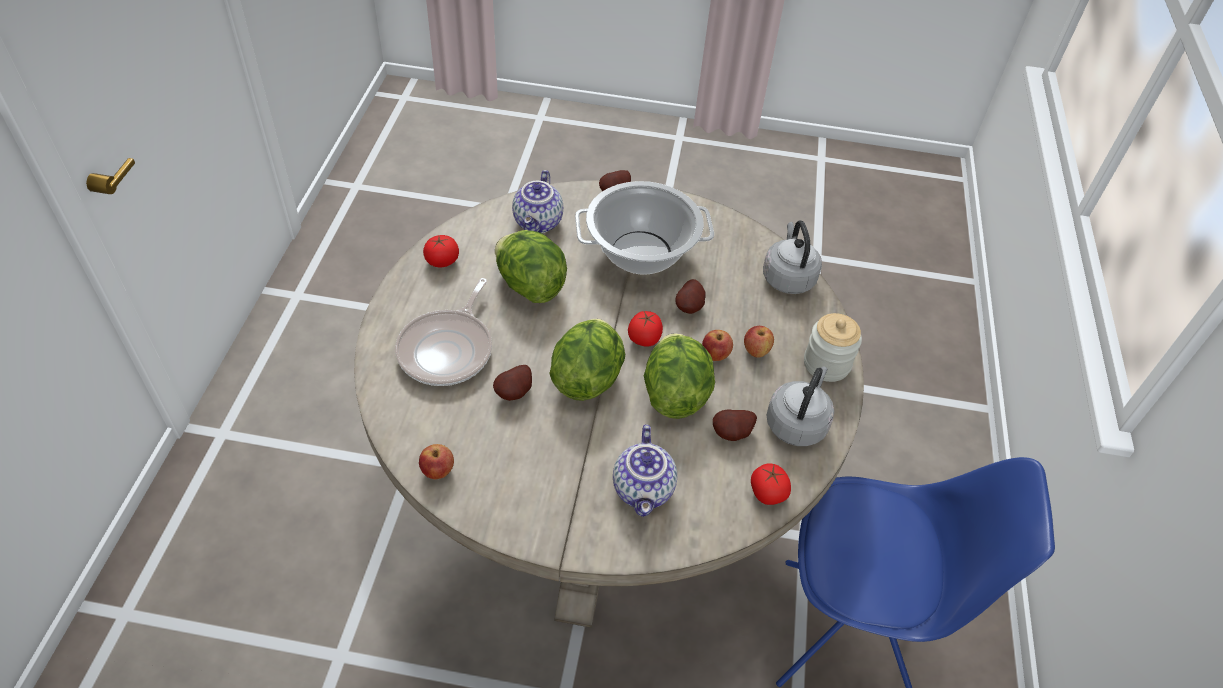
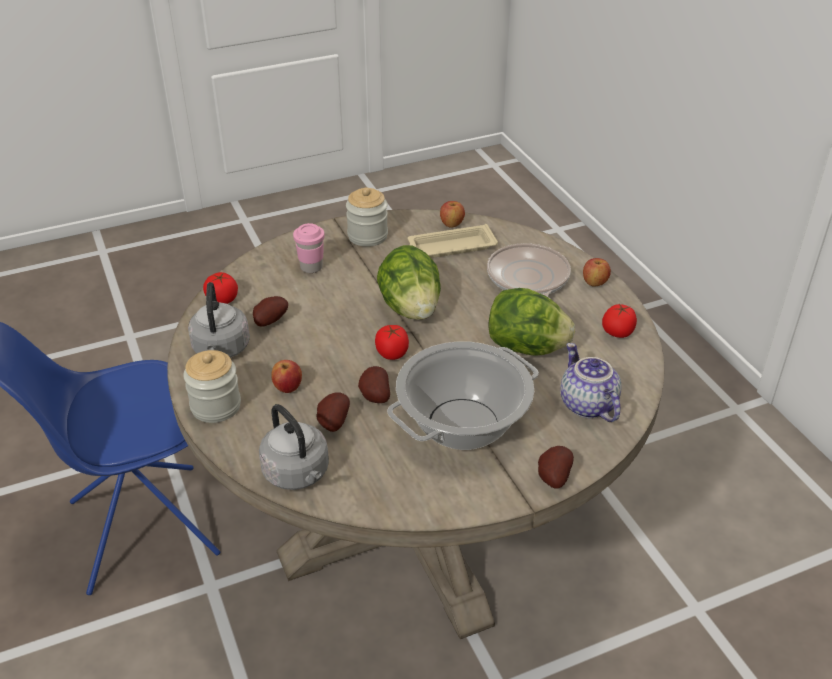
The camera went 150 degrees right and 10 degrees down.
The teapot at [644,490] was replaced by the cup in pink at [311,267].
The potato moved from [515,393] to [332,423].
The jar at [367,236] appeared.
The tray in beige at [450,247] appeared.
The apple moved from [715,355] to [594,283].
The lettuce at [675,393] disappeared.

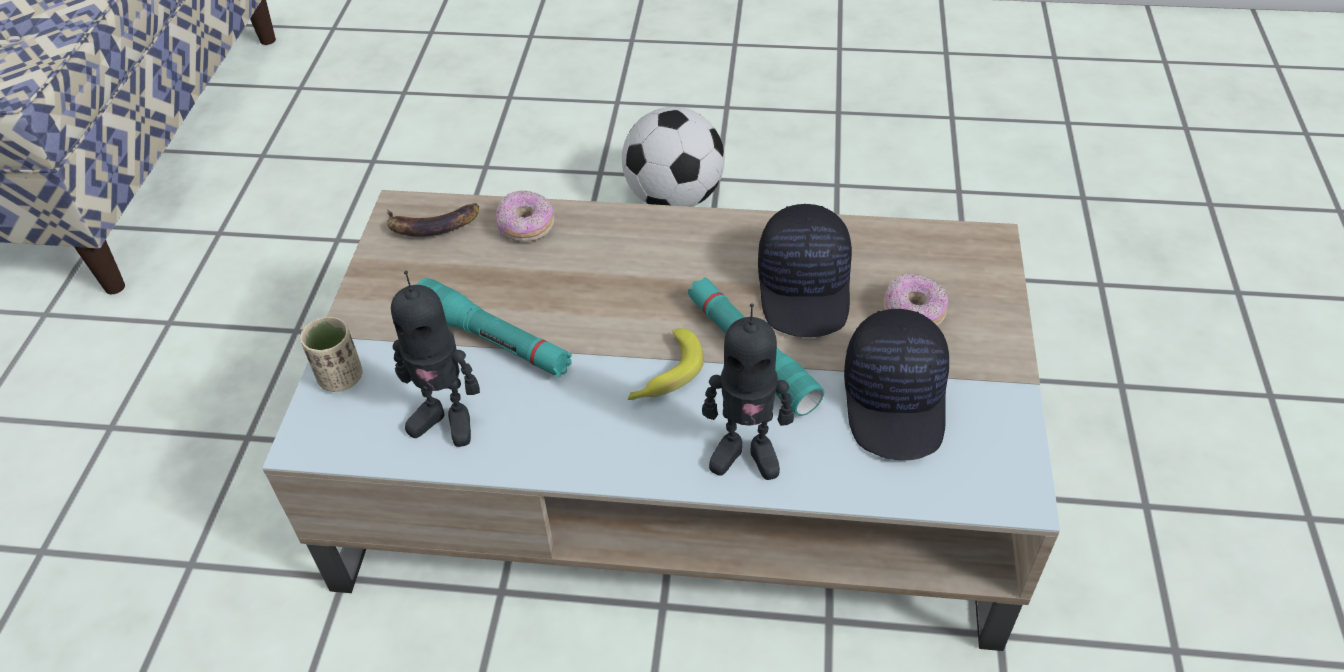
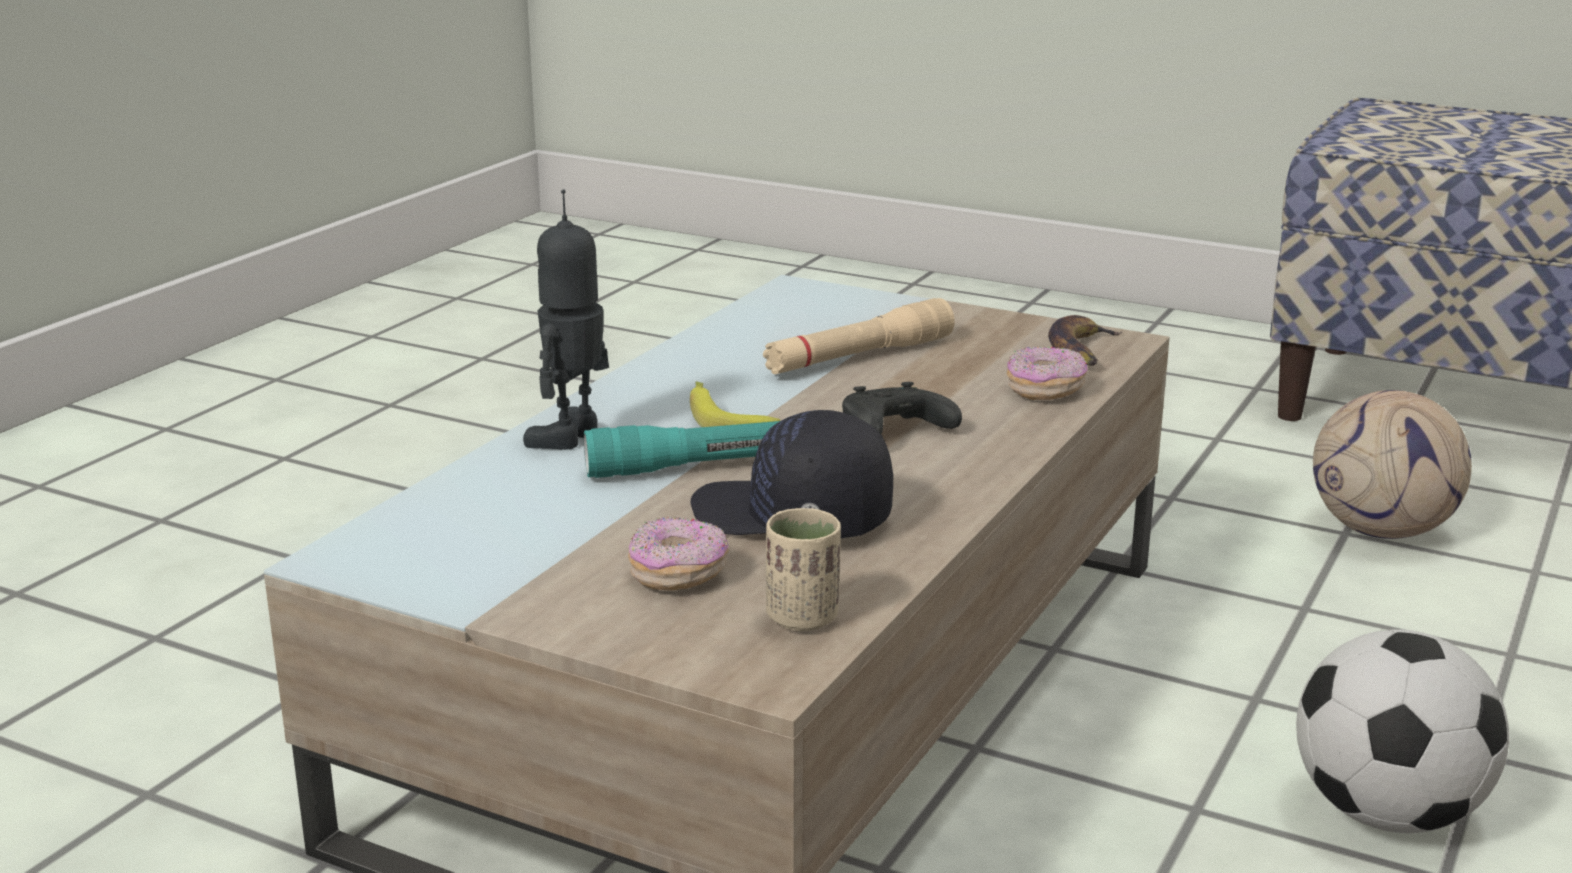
The camera went 110 degrees right and 25 degrees down.
The flashlight in turquoise at [493,340] became the flashlight in beige at [859,357].
The cup in beige moved from [341,377] to [802,618].
The game controller in black at [893,433] appeared.
The football at [1384,531] appeared.
The toy robot at [446,420] disappeared.
The cap in black at [896,401] disappeared.

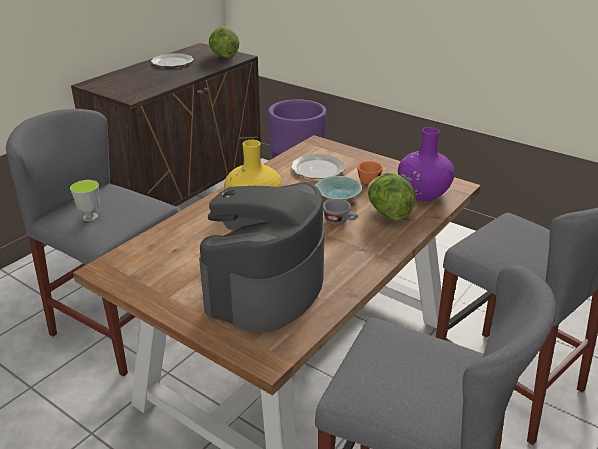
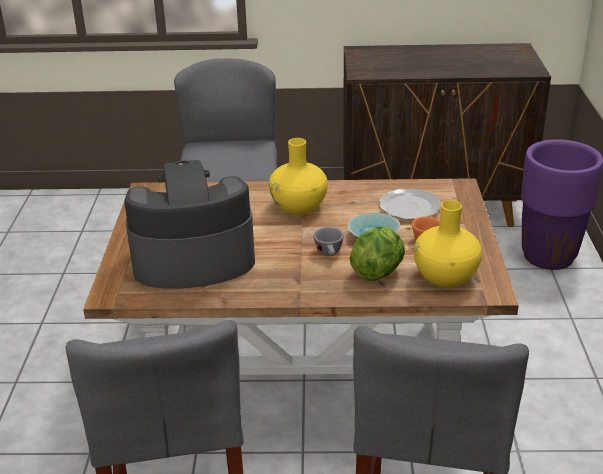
The camera went 55 degrees right and 0 degrees up.
The vase in purple at [423,193] became the vase in yellow at [445,277].
The cup at [90,217] disappeared.
The plate at [172,62] disappeared.
The lettuce at [223,56] disappeared.

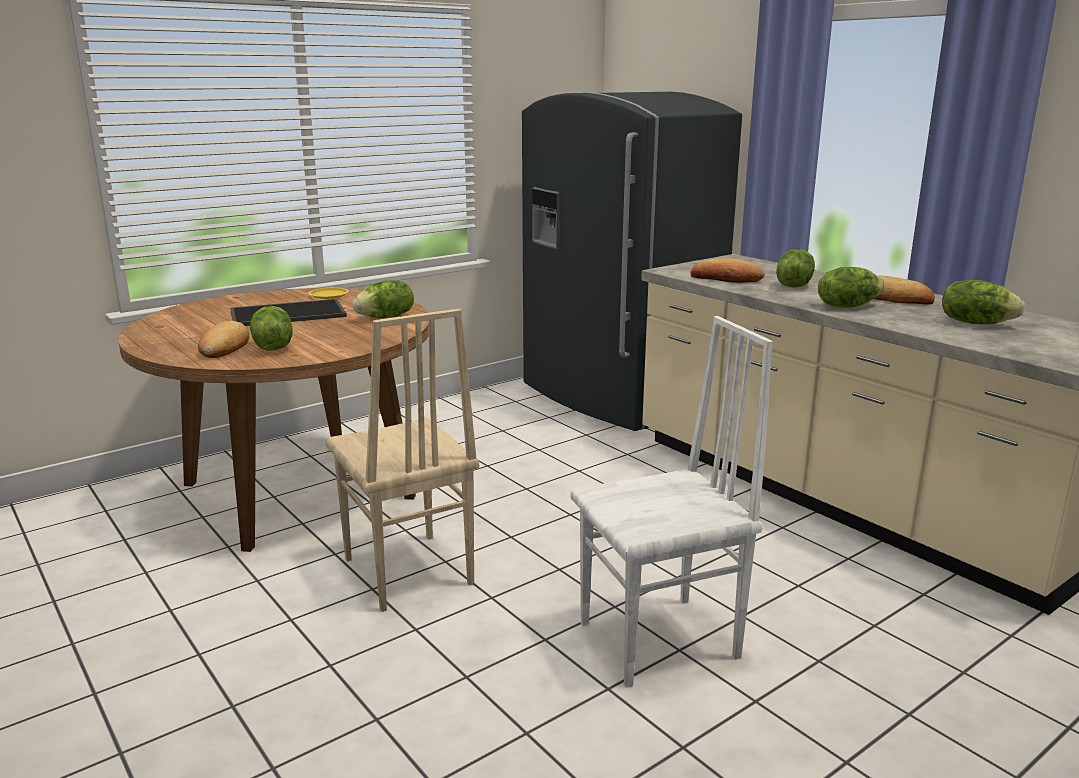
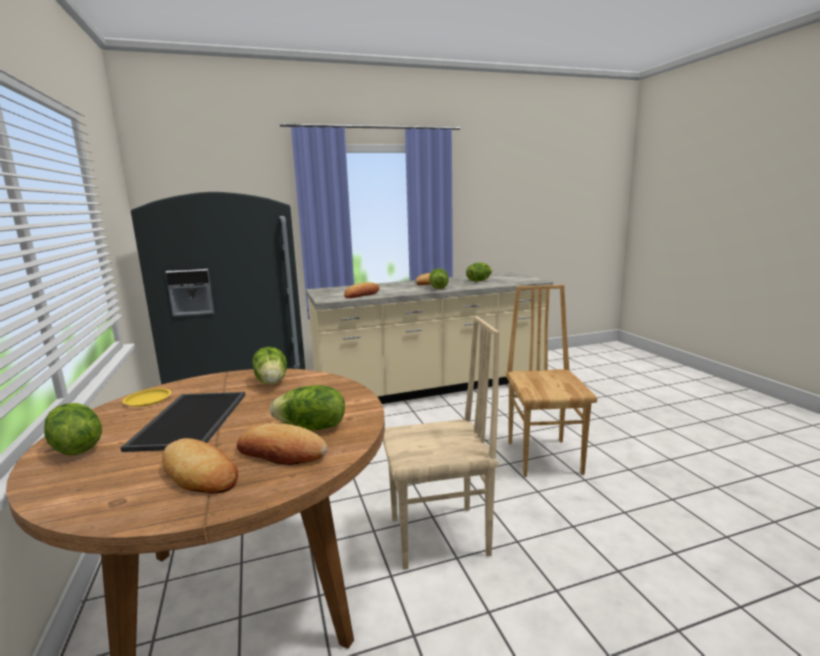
The camera went 70 degrees left and 5 degrees down.
The lettuce moved from [793,285] to [75,448].
The bread at [199,473] appeared.
The chair in white at [661,641] became the chair in brown at [545,457].

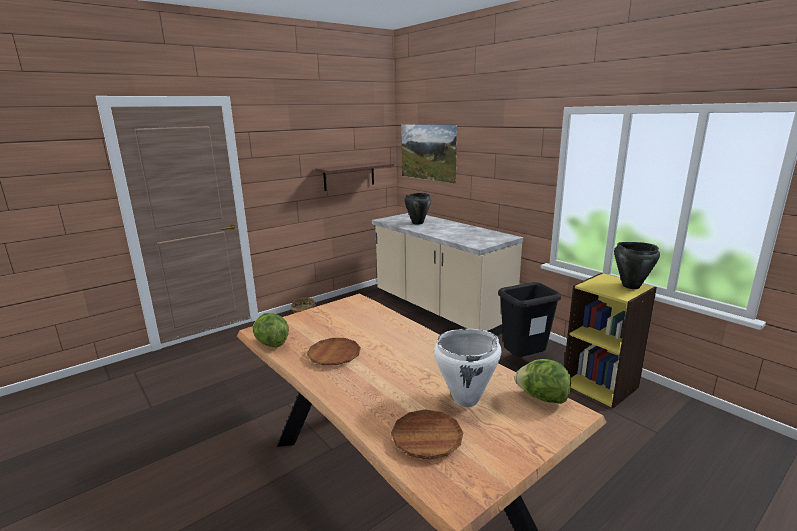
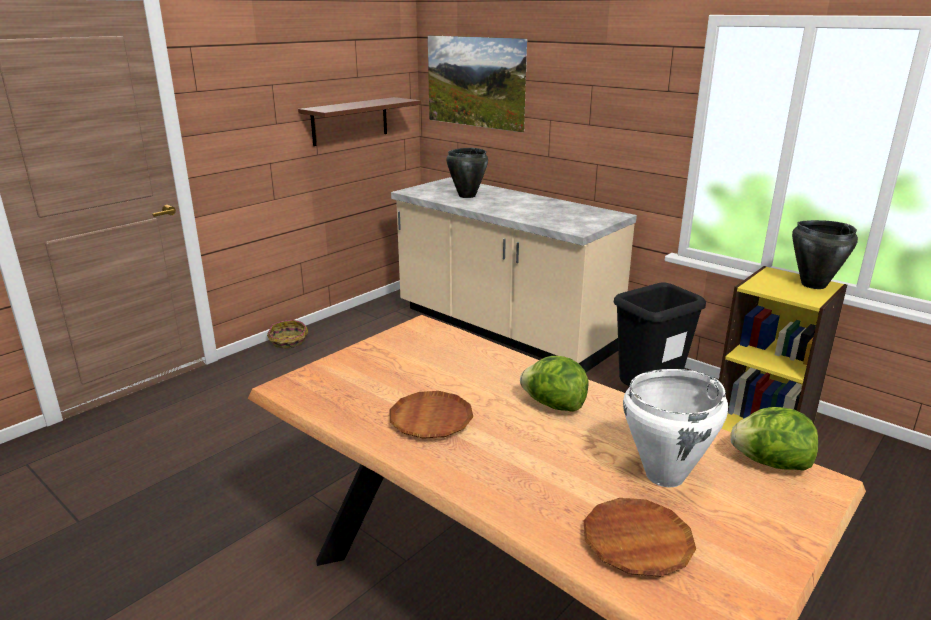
The camera went 10 degrees left and 5 degrees up.
The lettuce moved from [271,343] to [553,405].

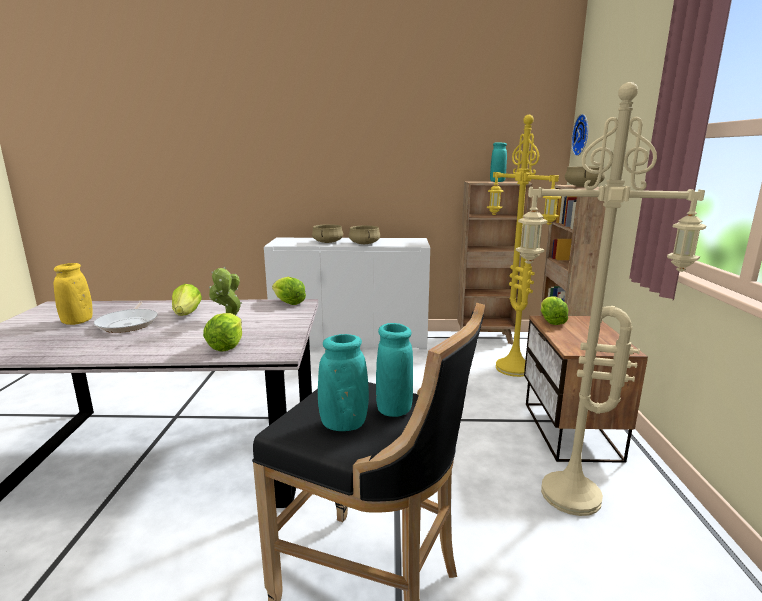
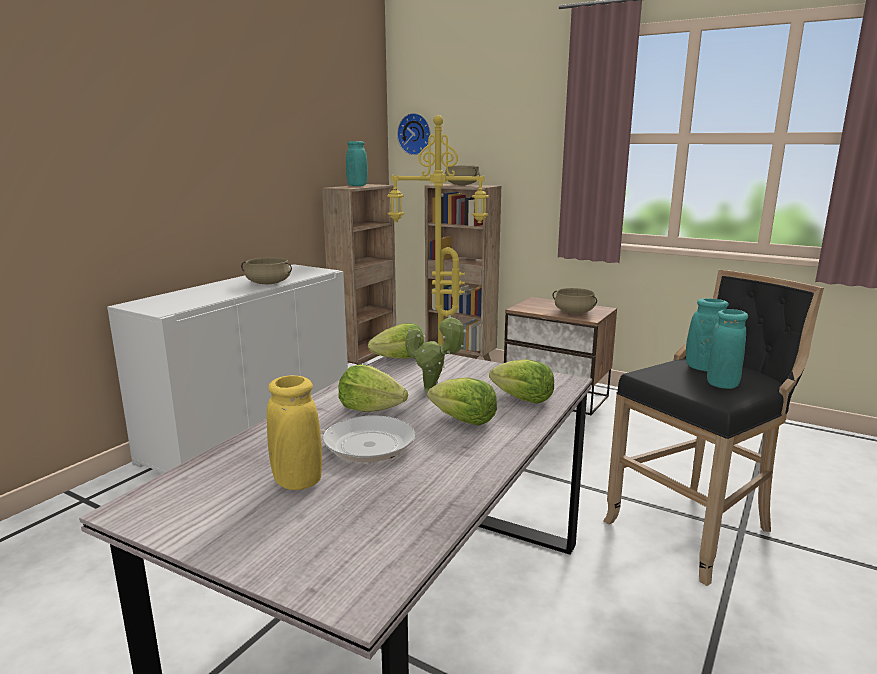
The camera went 60 degrees left and 0 degrees up.
The lettuce moved from [551,321] to [463,420].
The cooking pot in beige moved from [327,242] to [574,312].
The floor lamp in beige at [568,497] disappeared.

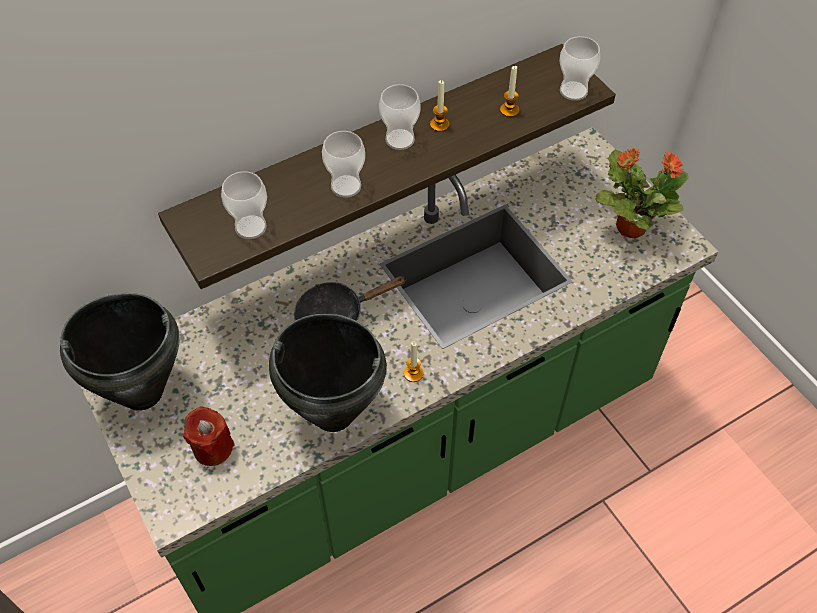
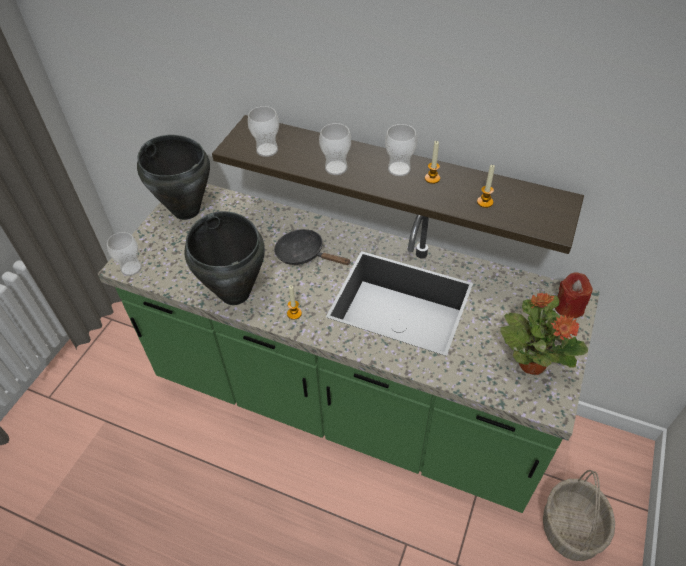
The camera went 55 degrees right and 5 degrees down.
The cup moved from [573,91] to [131,268].
The basket at [571,529] appeared.
The candle in red moved from [212,448] to [568,307].

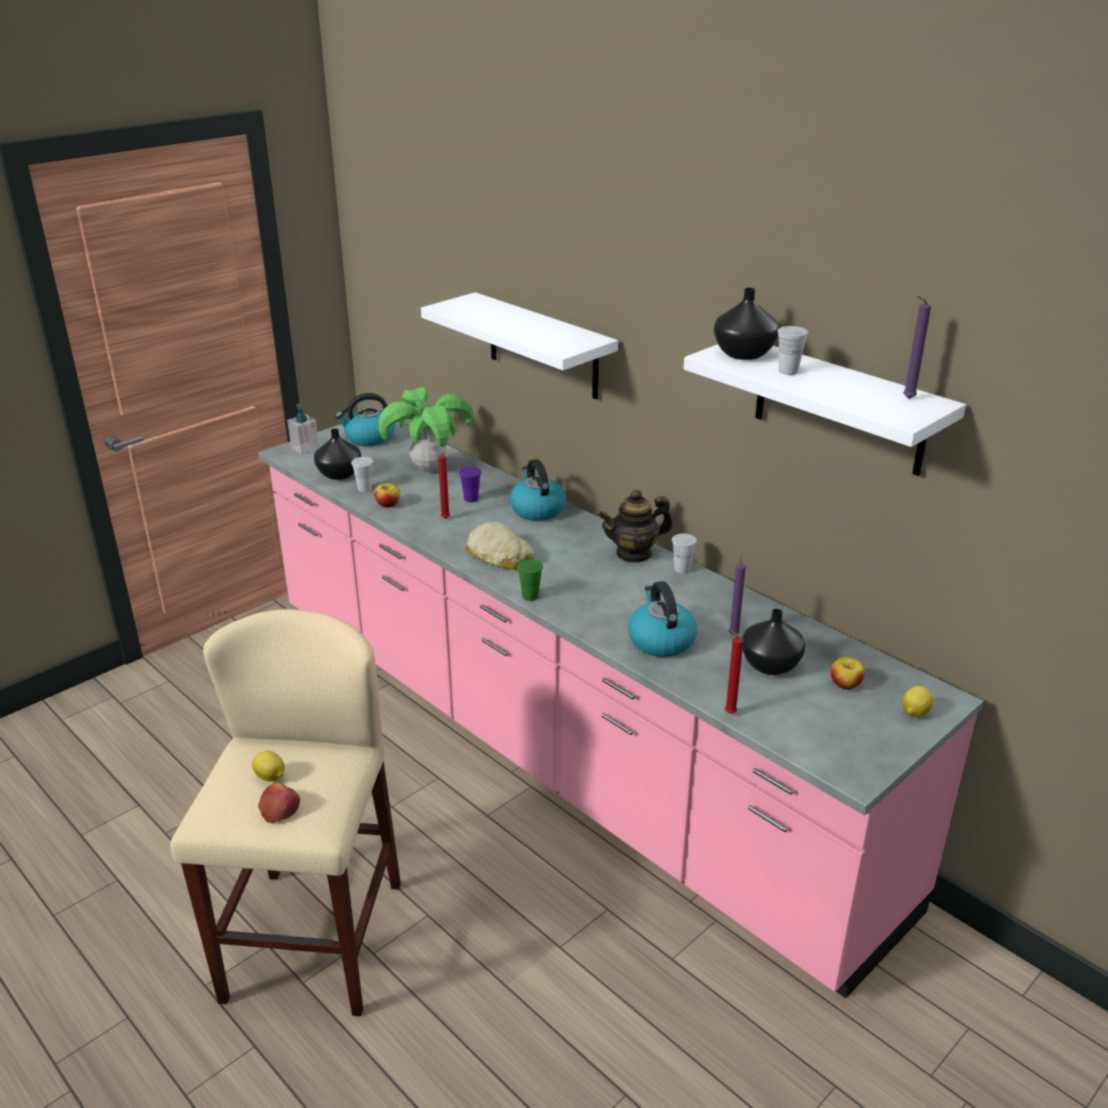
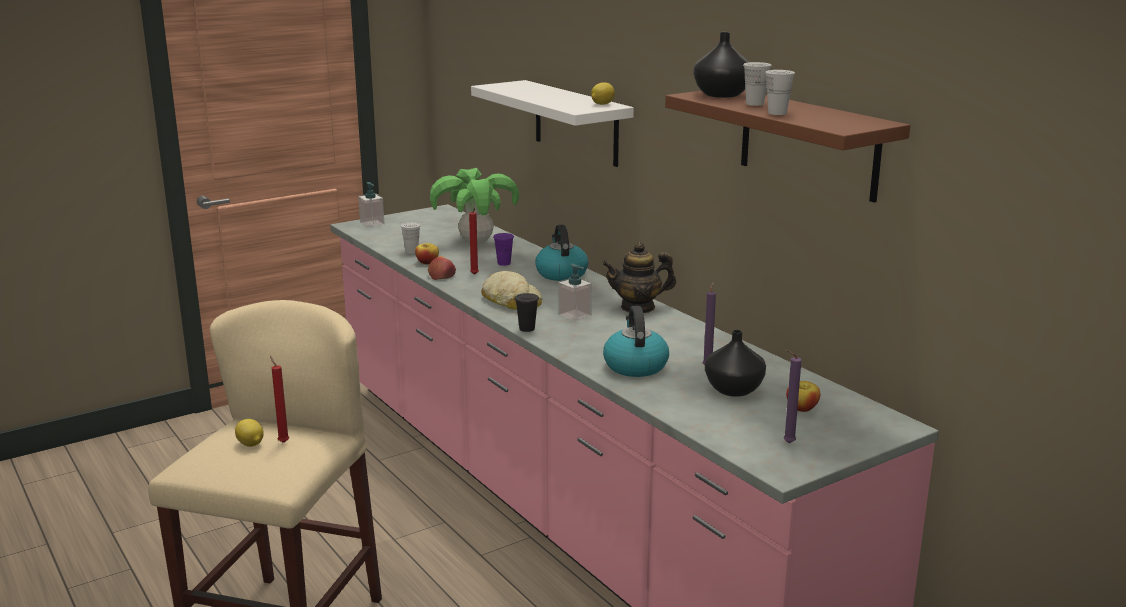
The camera went 10 degrees right and 10 degrees down.
The candle in red moved from [728,712] to [283,442].
The apple moved from [280,808] to [441,275].
The cup in green at [530,596] became the cup in black at [527,328].
The soap dispenser at [575,315] appeared.
The lemon moved from [914,713] to [602,104].
The shelf in white at [839,406] became the shelf in brown at [808,143].
The cup in white moved from [682,569] to [777,113].
The candle in purple moved from [906,399] to [787,443].
The vase in black at [340,474] disappeared.
The kettle at [369,438] disappeared.

